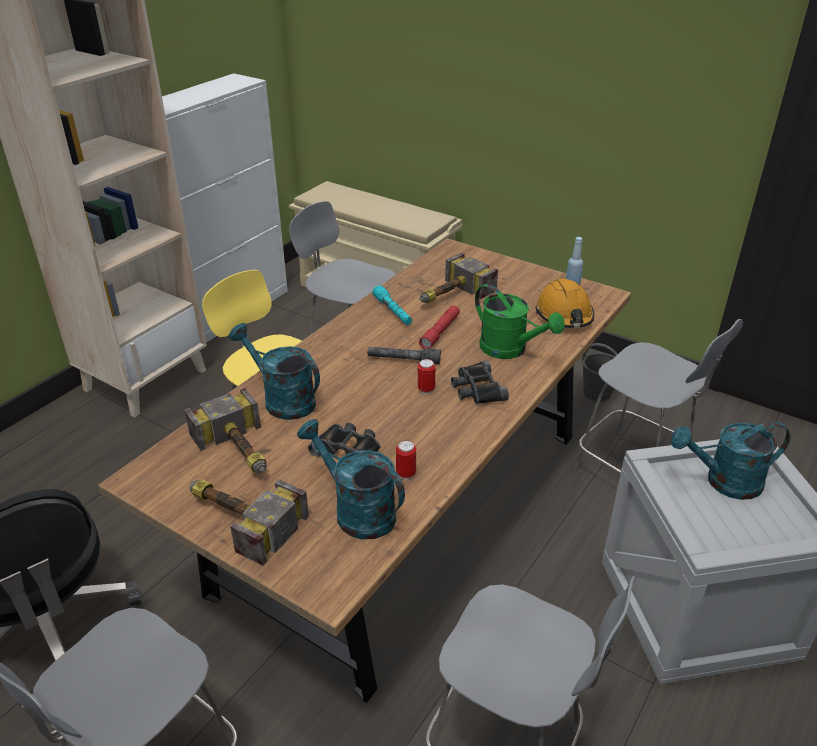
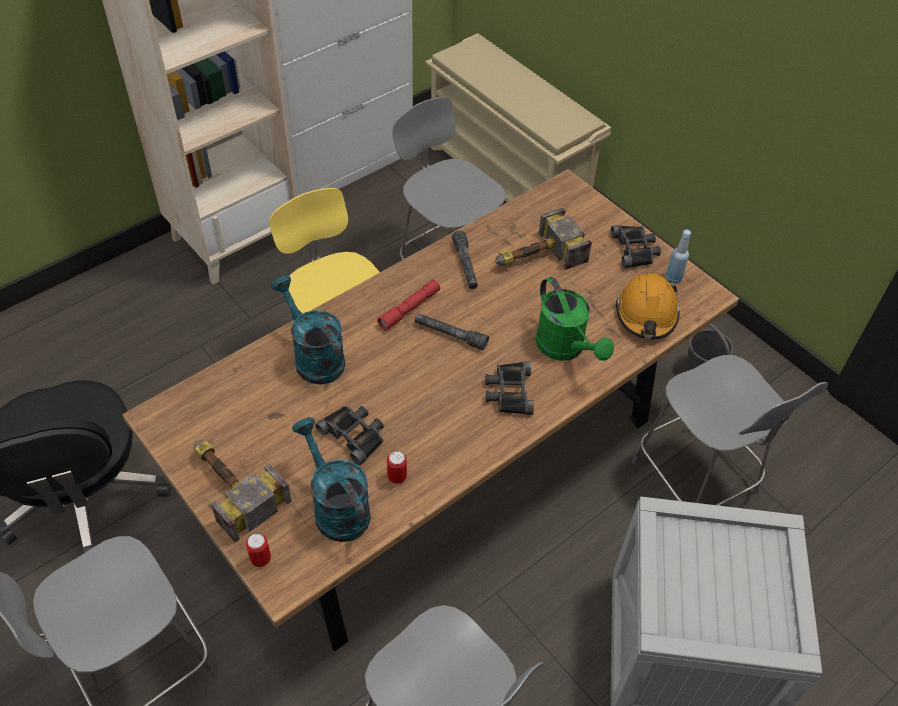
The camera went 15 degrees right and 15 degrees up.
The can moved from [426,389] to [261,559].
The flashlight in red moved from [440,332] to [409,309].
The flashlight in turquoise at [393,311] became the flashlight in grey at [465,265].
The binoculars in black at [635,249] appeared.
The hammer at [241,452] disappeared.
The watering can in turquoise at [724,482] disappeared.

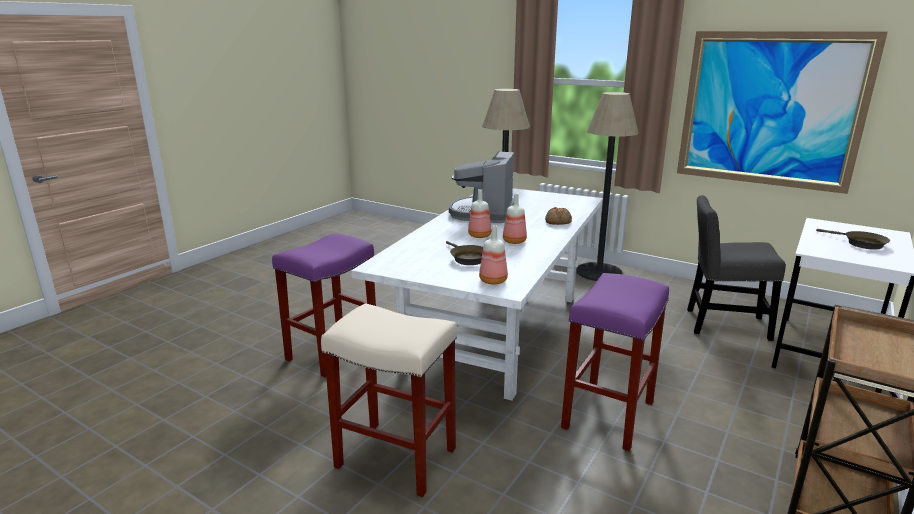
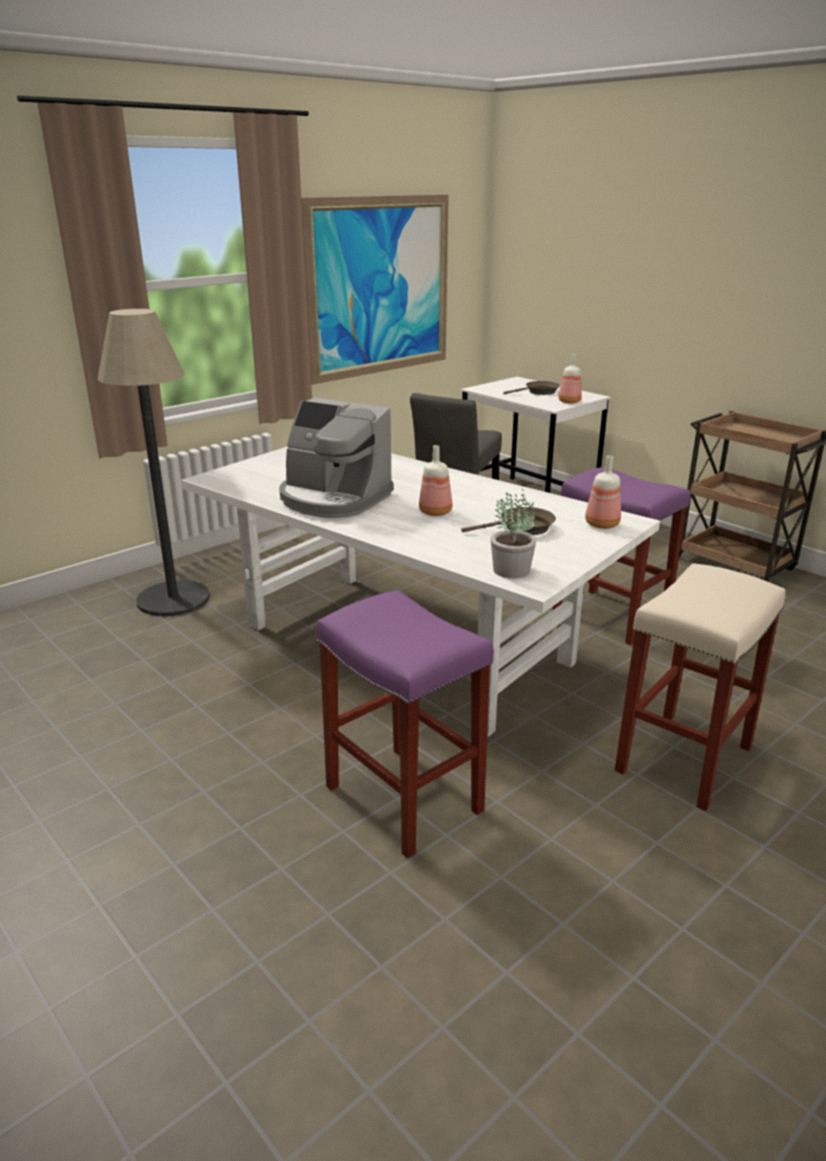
The camera went 75 degrees left and 5 degrees up.
The potted plant at [511,570] appeared.
The bottle moved from [513,241] to [569,402].
The bread at [558,222] disappeared.
The floor lamp at [599,272] disappeared.

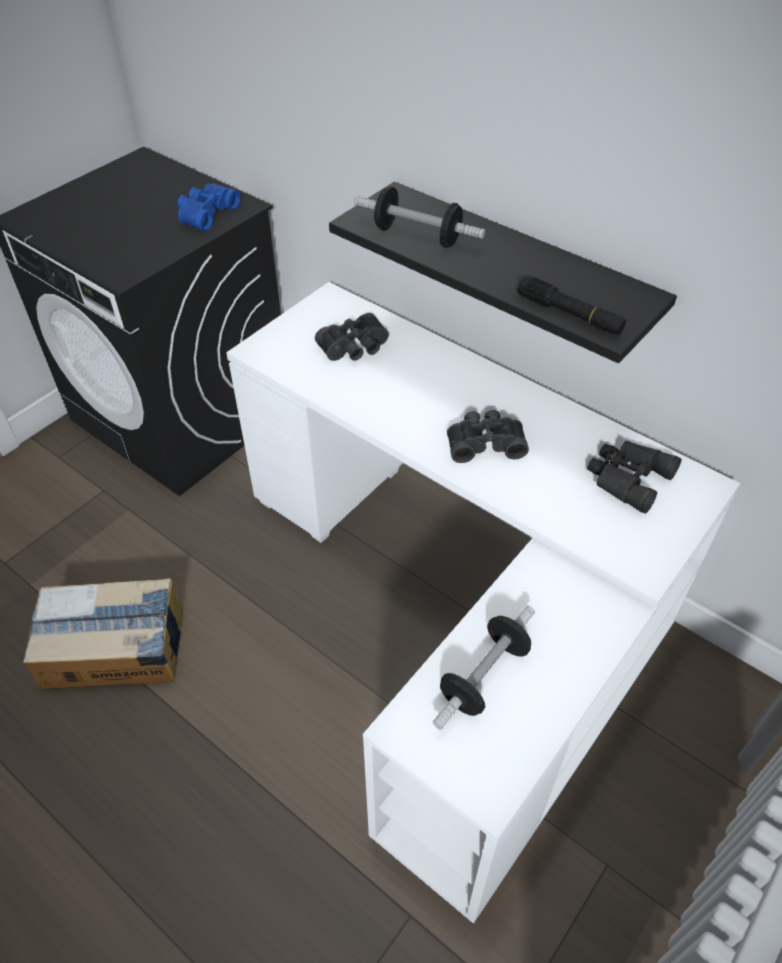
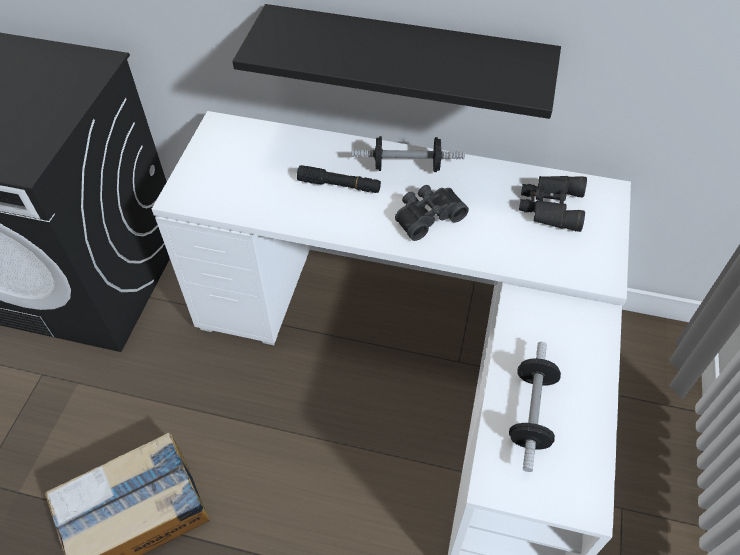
The camera went 25 degrees left and 5 degrees up.
The flashlight in black moved from [569,314] to [339,185].
The dumbbell moved from [417,236] to [407,166].
The binoculars in blue at [206,214] disappeared.
The binoculars in black at [355,348] disappeared.

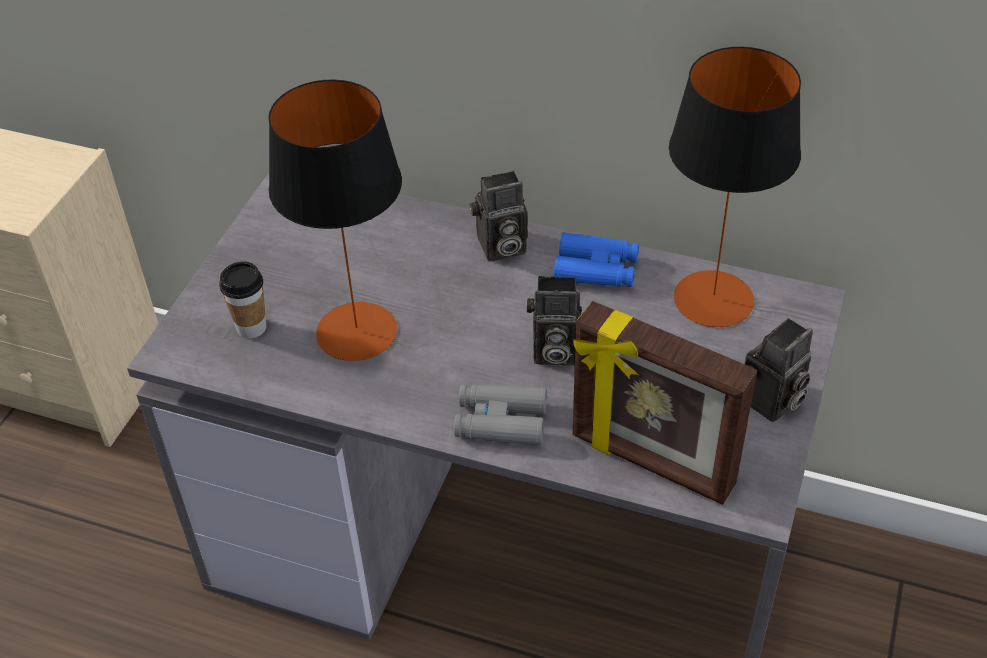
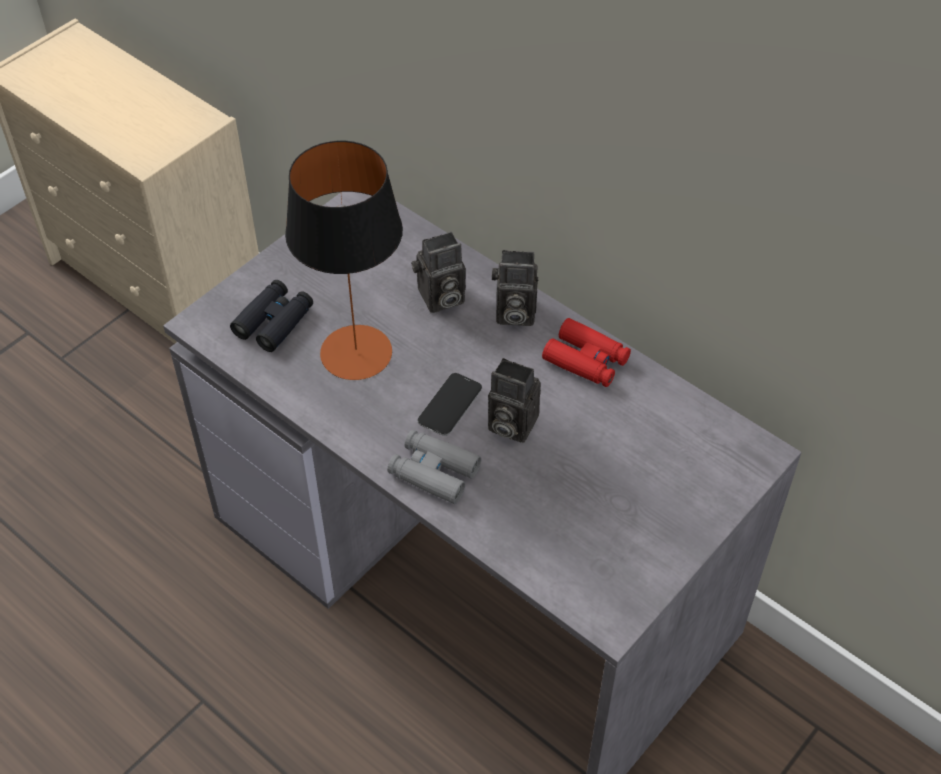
The camera went 20 degrees right and 5 degrees up.
The cup at [251,327] was replaced by the binoculars in black at [274,321].
The photo camera moved from [771,402] to [440,299].
The phone at [450,405] appeared.
The binoculars in blue at [596,269] became the binoculars in red at [586,360].
The picture frame at [651,462] disappeared.
The table lamp at [713,299] disappeared.

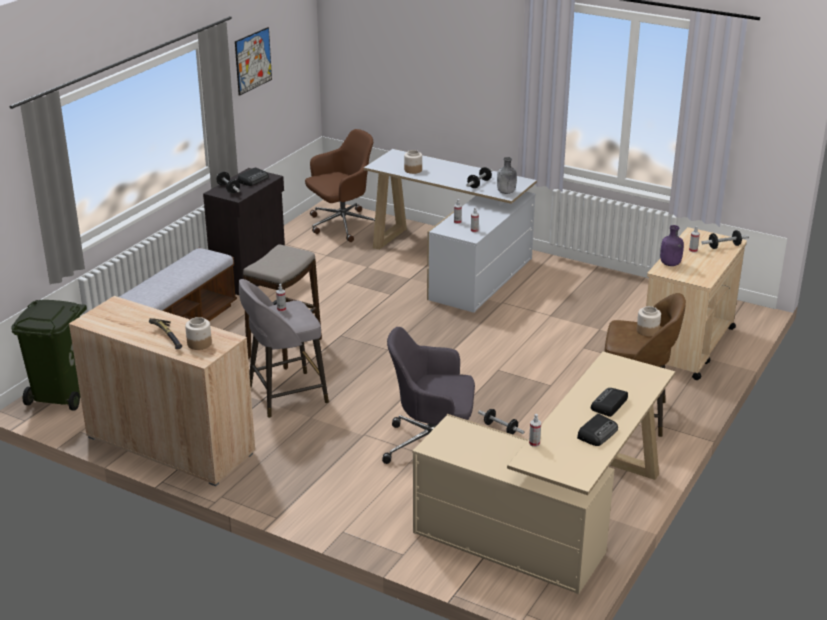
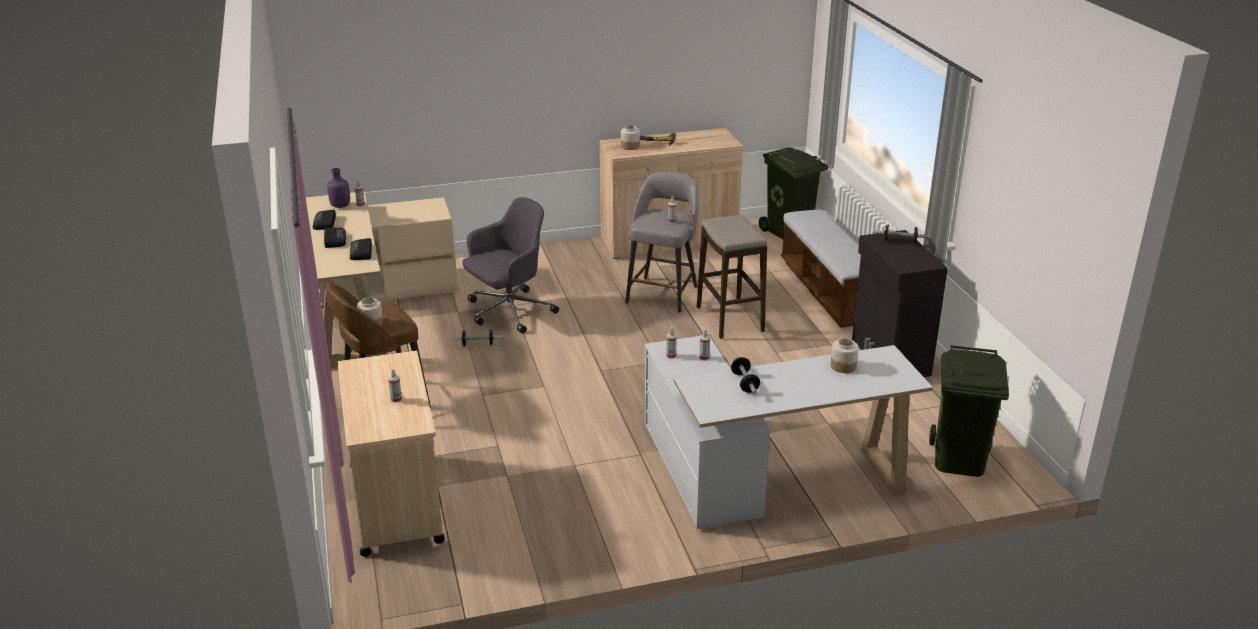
The camera went 135 degrees right and 0 degrees up.
The bottle in purple moved from [670,264] to [340,206].
The radio moved from [253,179] to [361,253].
The office chair in brown at [342,225] was replaced by the trash can in green at [958,459].
The picture at [253,61] disappeared.
The bottle in grey at [506,192] disappeared.
The dumbbell at [724,246] disappeared.

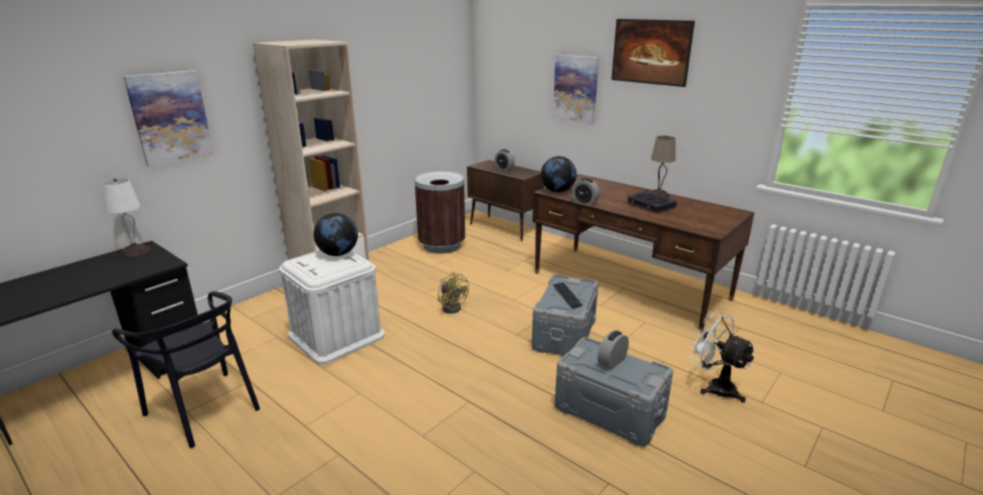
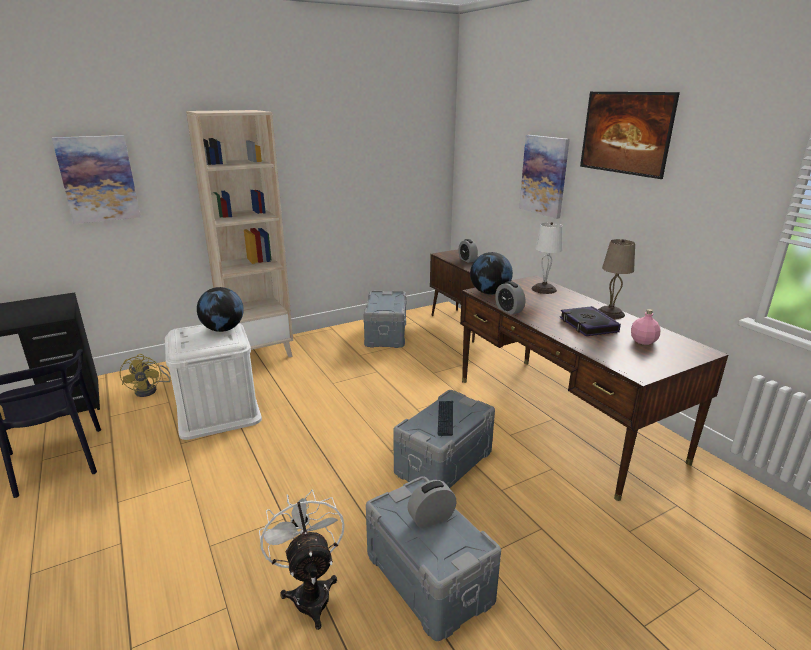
The camera went 20 degrees right and 0 degrees up.
The fan in yellow moved from [453,306] to [150,390].
The fan in white moved from [714,386] to [310,592].
The trash can in brown at [442,245] was replaced by the storage box in grey at [386,334].
The table lamp in white moved from [136,251] to [544,289].
The bottle in pink at [643,341] appeared.

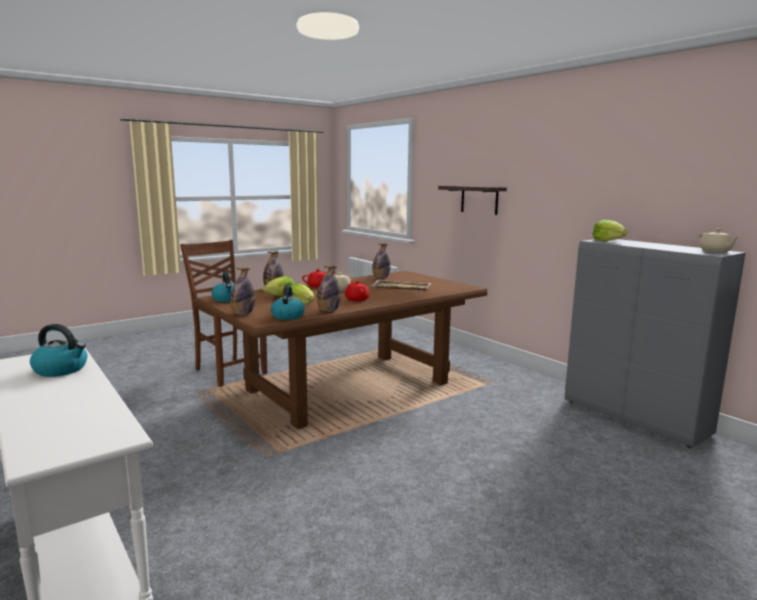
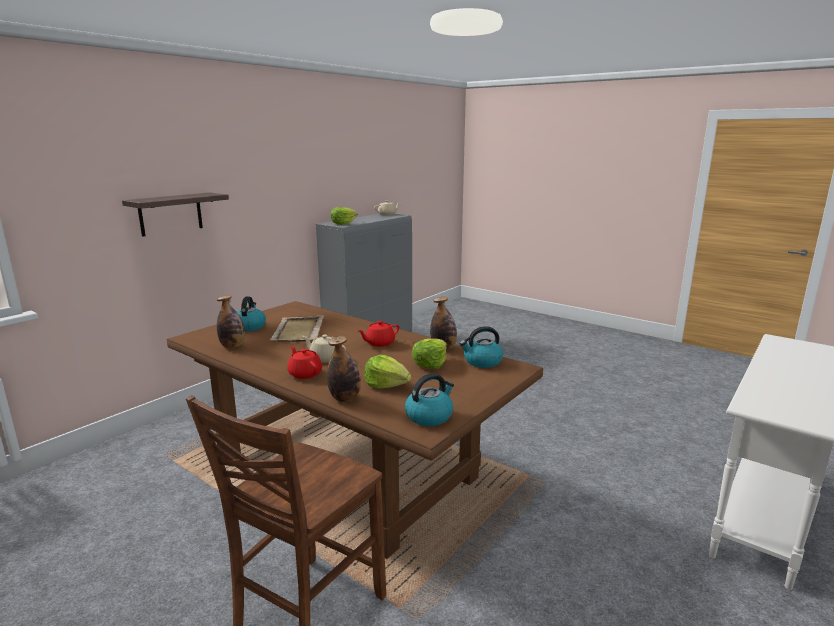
The camera went 105 degrees left and 5 degrees up.
The kettle moved from [62,370] to [249,327].
The bottle at [243,314] disappeared.

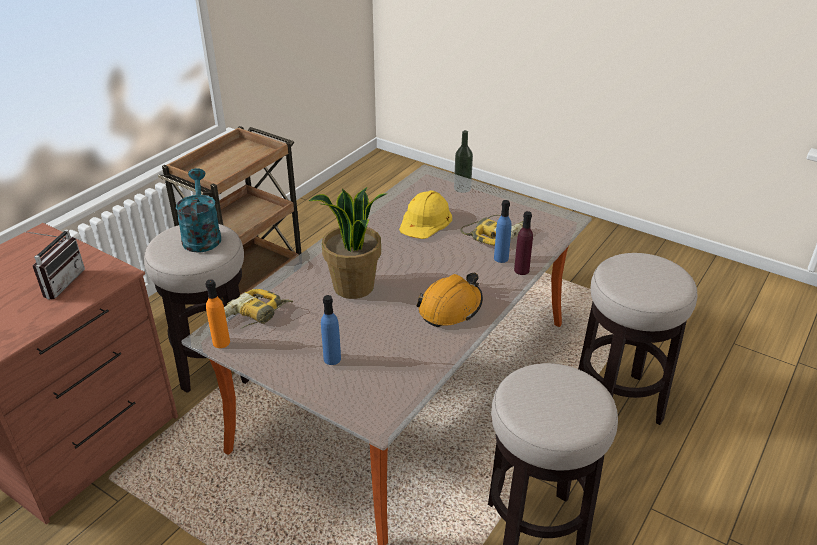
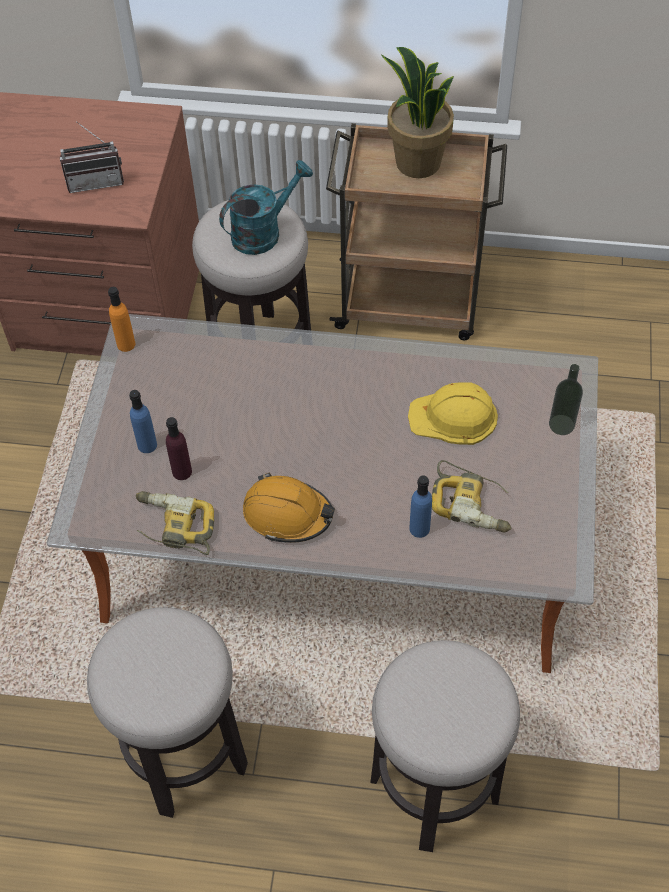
The camera went 65 degrees right and 20 degrees up.
The power drill moved from [251,317] to [173,527].
The bottle in purple moved from [521,270] to [182,471].
The potted plant moved from [353,287] to [417,163].

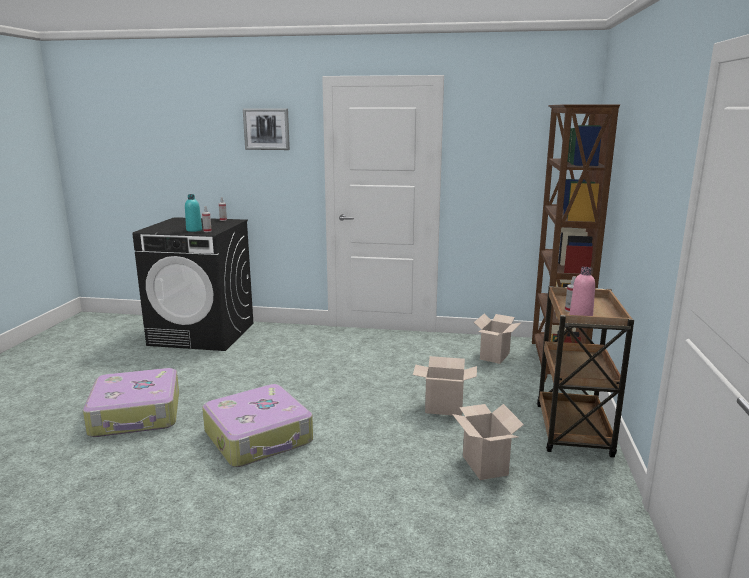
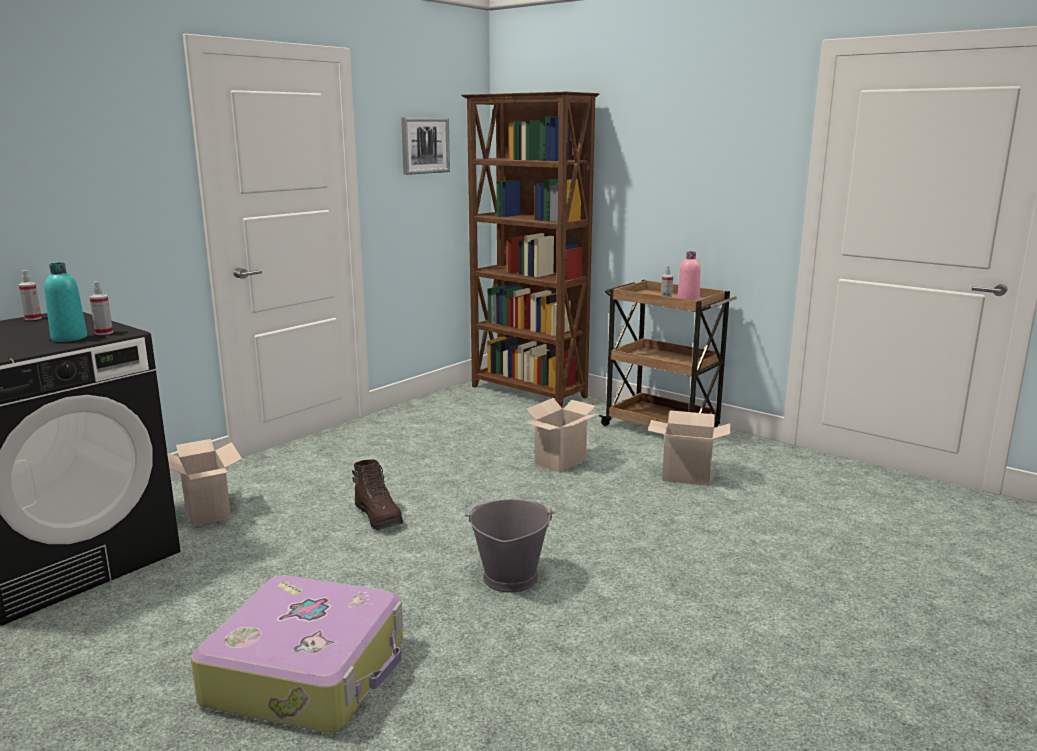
The camera went 60 degrees left and 0 degrees up.
The cardboard box moved from [495,357] to [209,512].
The boot in brown at [379,517] appeared.
The picture moved from [266,129] to [425,145].
The suitcase at [259,437] was replaced by the bucket in grey at [509,577].

